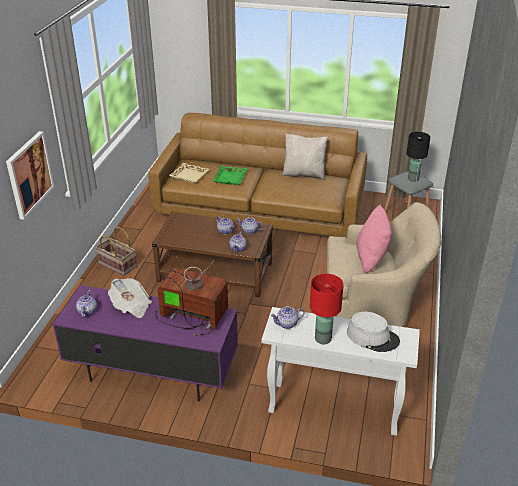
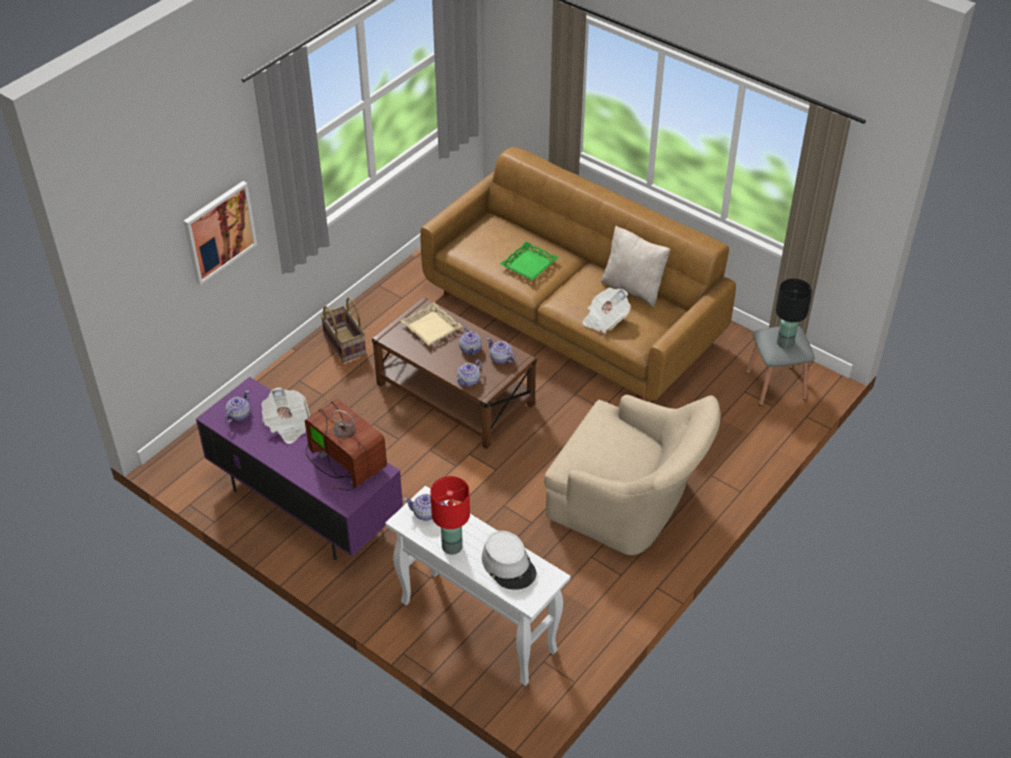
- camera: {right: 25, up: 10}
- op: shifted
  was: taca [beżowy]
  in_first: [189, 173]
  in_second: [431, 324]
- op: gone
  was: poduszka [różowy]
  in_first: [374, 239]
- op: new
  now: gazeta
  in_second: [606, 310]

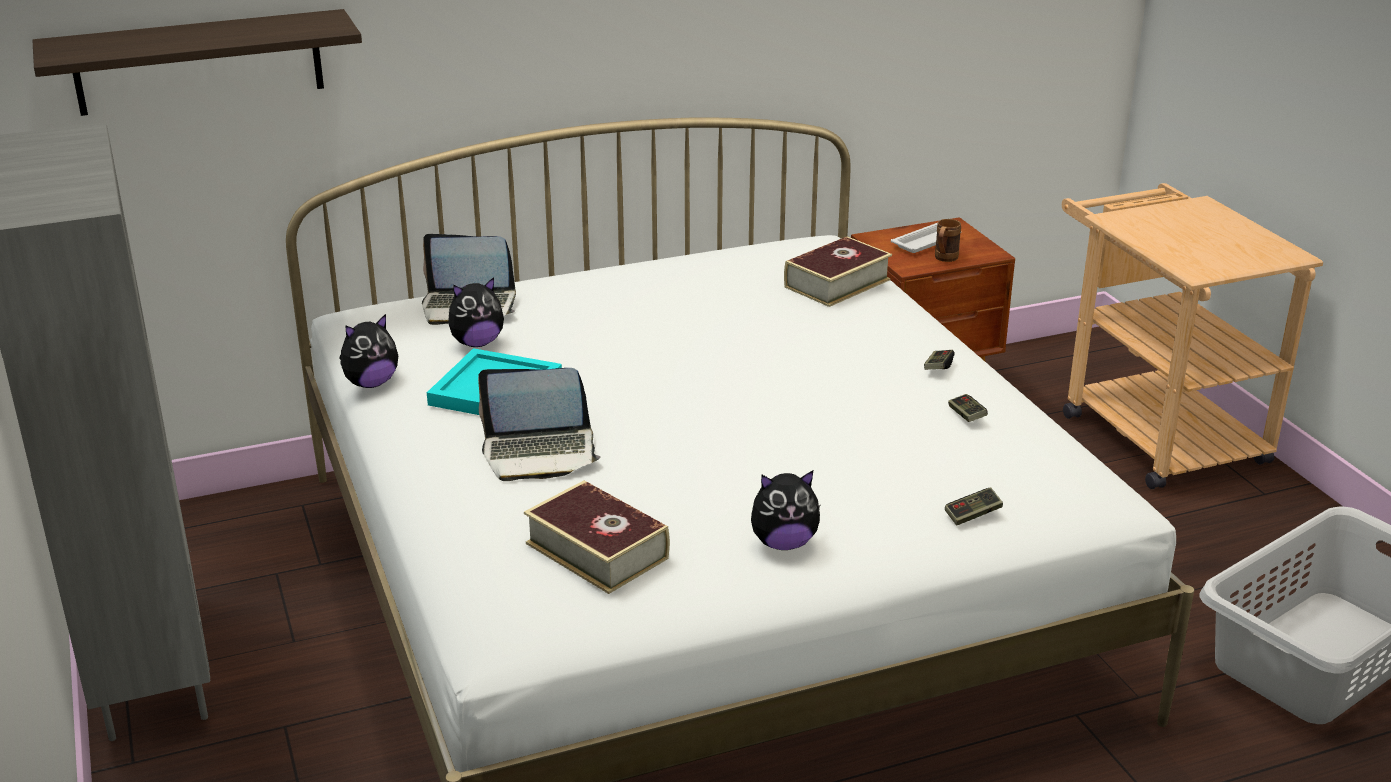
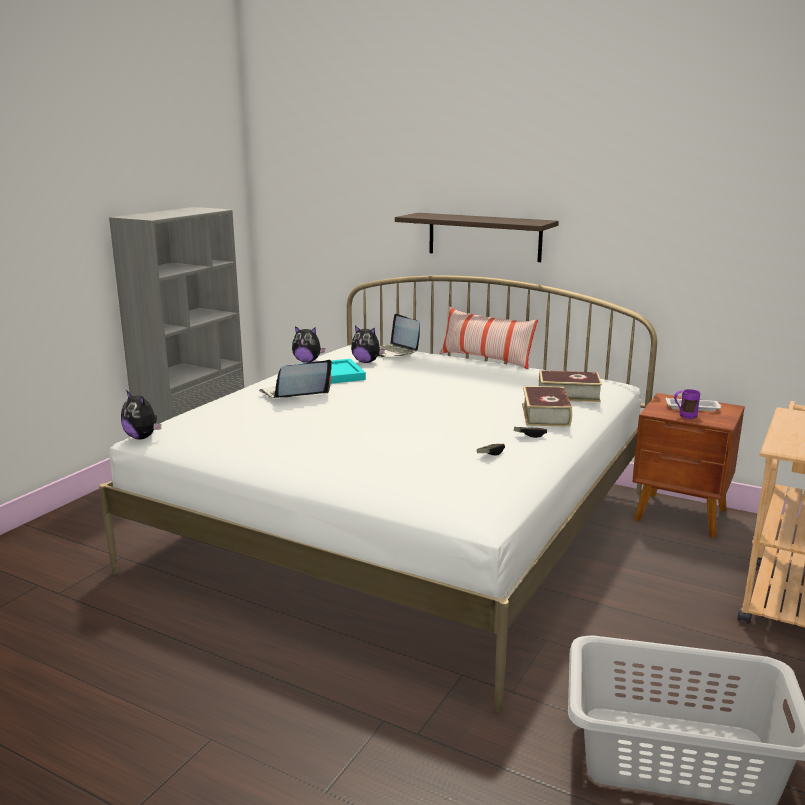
- camera: {right: 50, up: -10}
- op: shifted
  was: półka
  in_first: [197, 62]
  in_second: [477, 237]
- op: repainted
  was: kubek [brązowy]
  now: kubek [fioletowy]
  in_first: [948, 240]
  in_second: [687, 404]
- op: rotated
  was: laptop
  in_first: [539, 424]
  in_second: [295, 379]
  clockwise: 105
- op: shifted
  was: pluszak
  in_first: [786, 510]
  in_second: [141, 414]
- op: shifted
  was: książka
  in_first: [597, 537]
  in_second: [547, 406]
- op: gone
  was: pad do gier
  in_first: [974, 506]
- op: new
  now: poduszka
  in_second: [488, 337]

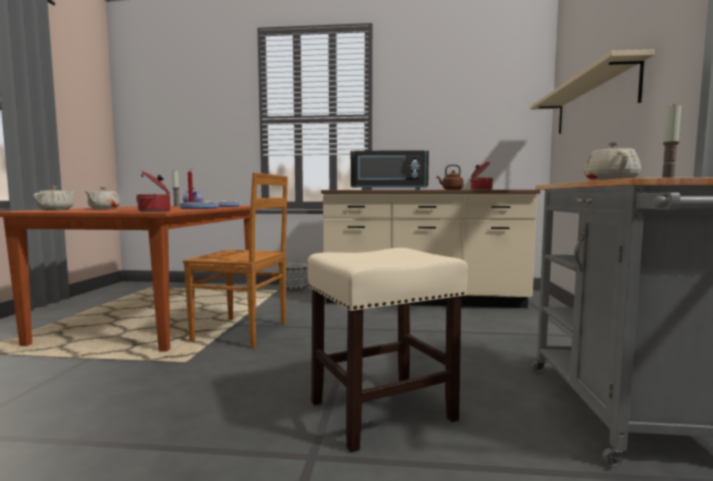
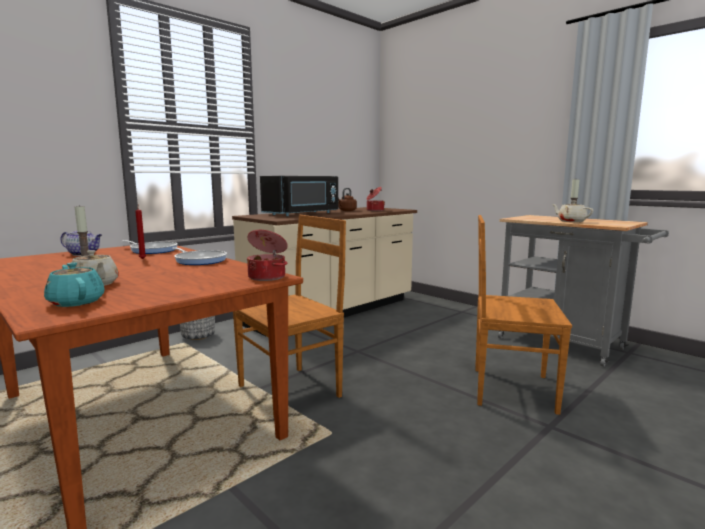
- camera: {right: -50, up: 5}
- op: gone
  was: półka [beżowy]
  in_first: [592, 91]
- op: repainted
  was: imbryk [beżowy]
  now: imbryk [turkusowy]
  in_first: [54, 198]
  in_second: [74, 284]
- op: swapped
  was: stołek [beżowy]
  now: krzesło [brązowy]
  in_first: [388, 350]
  in_second: [523, 315]

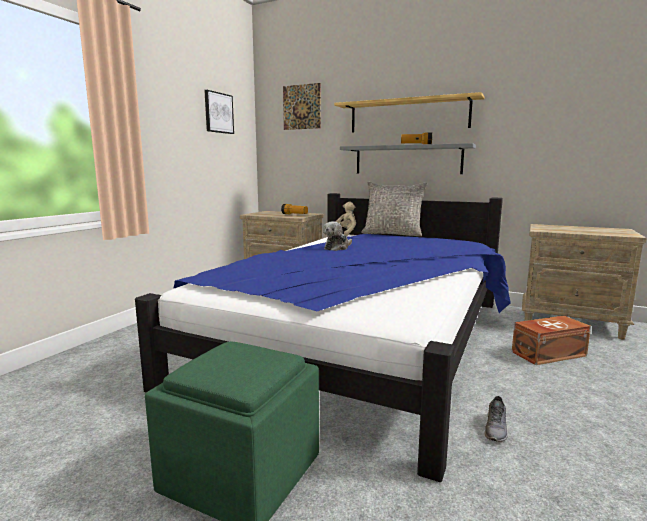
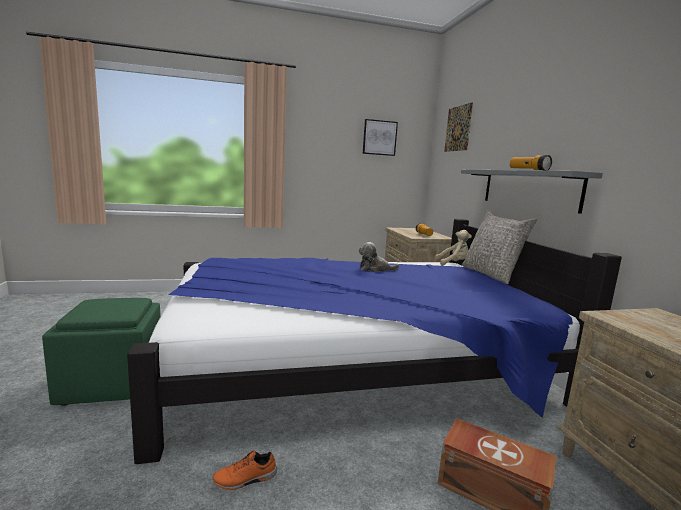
- camera: {right: 50, up: 0}
- op: gone
  was: półka
  in_first: [409, 112]
- op: repainted
  was: but [szary]
  now: but [pomarańczowy]
  in_first: [496, 419]
  in_second: [244, 470]

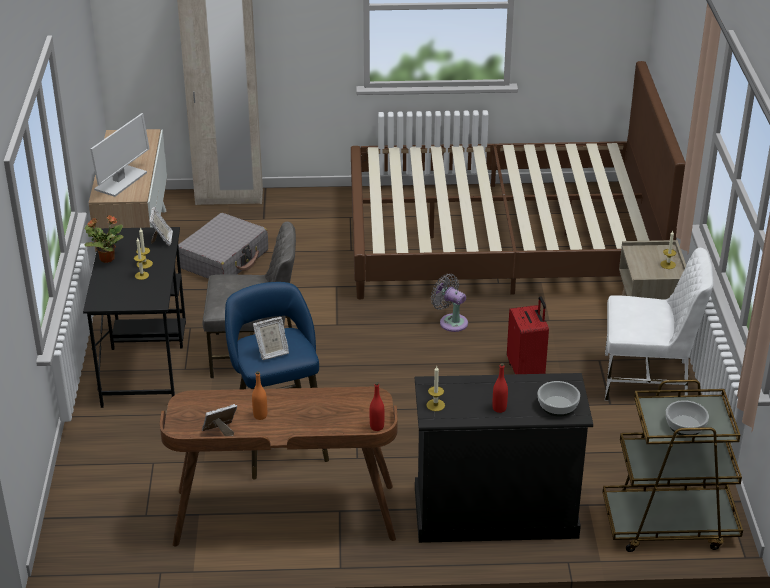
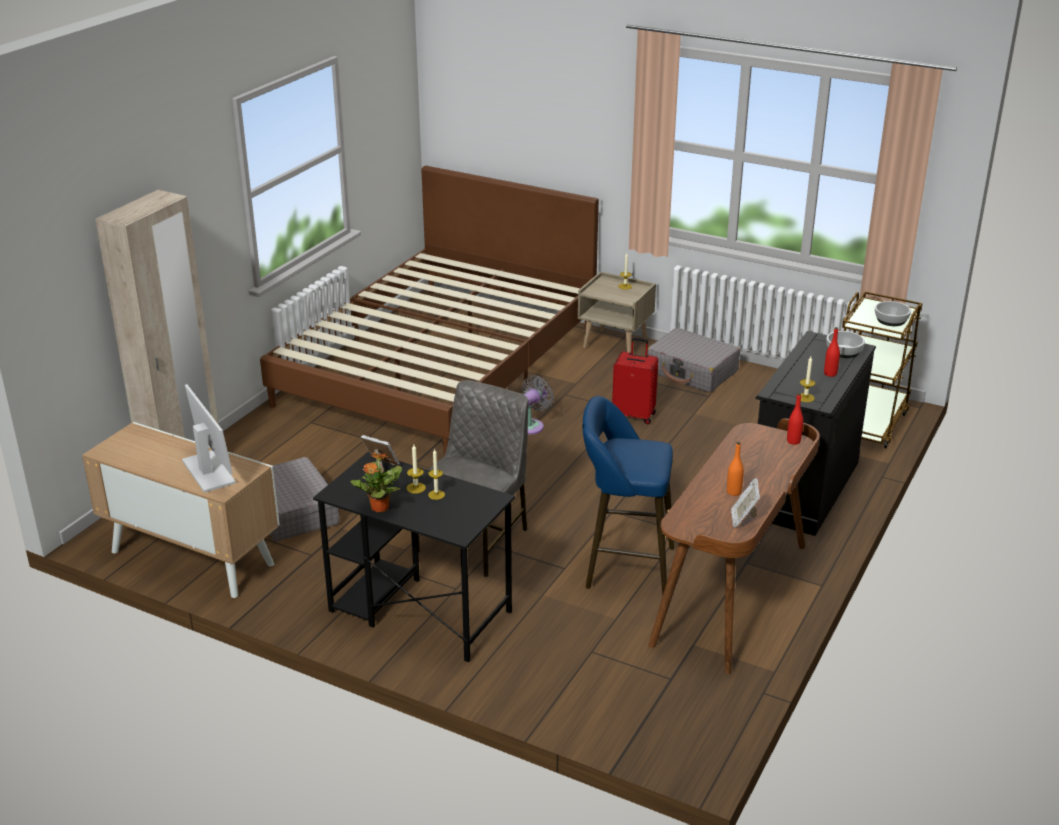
- camera: {right: -60, up: -5}
- op: swapped
  was: krzesło [biały]
  now: walizka [szary]
  in_first: [659, 324]
  in_second: [693, 360]
- op: rotated
  was: wentylator [szary]
  in_first: [449, 303]
  in_second: [538, 405]
  clockwise: 150
- op: gone
  was: ramka na zdjęcie
  in_first: [271, 338]

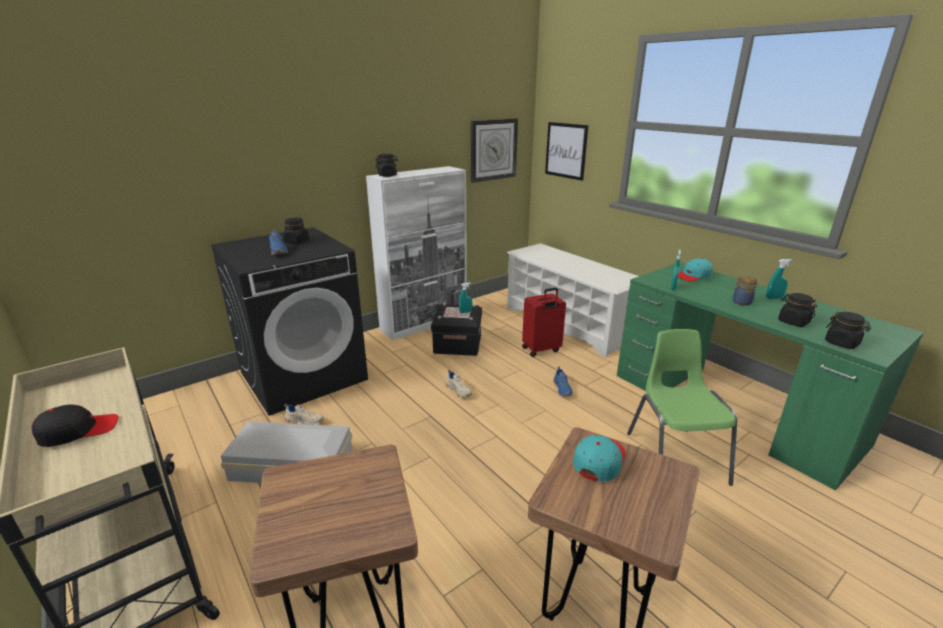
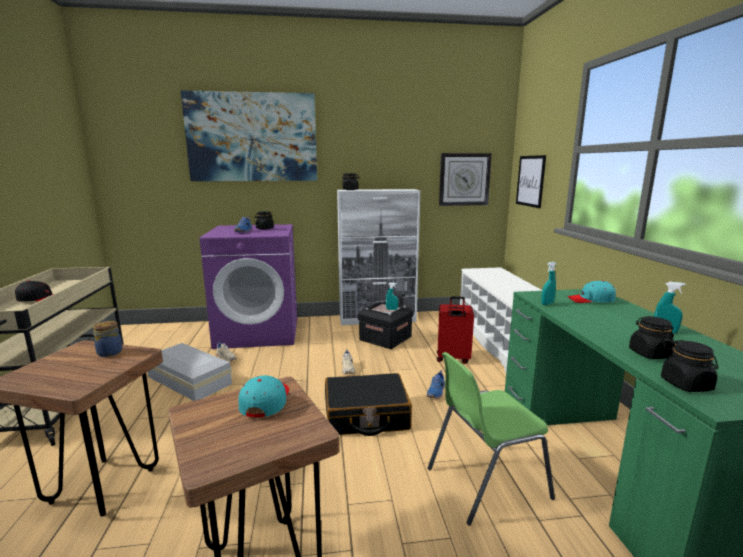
- camera: {right: 30, up: -10}
- op: repainted
  was: pralka [czarny]
  now: pralka [fioletowy]
  in_first: [289, 321]
  in_second: [248, 286]
- op: shifted
  was: słoik
  in_first: [744, 291]
  in_second: [108, 339]
- op: rotated
  was: krzesło [zielony]
  in_first: [682, 407]
  in_second: [491, 439]
  clockwise: -135
- op: rotated
  was: czapka z daszkiem [turkusowy]
  in_first: [599, 458]
  in_second: [263, 396]
  clockwise: -60
- op: new
  now: obraz
  in_second: [249, 135]
- op: new
  now: walizka [czarny]
  in_second: [368, 404]

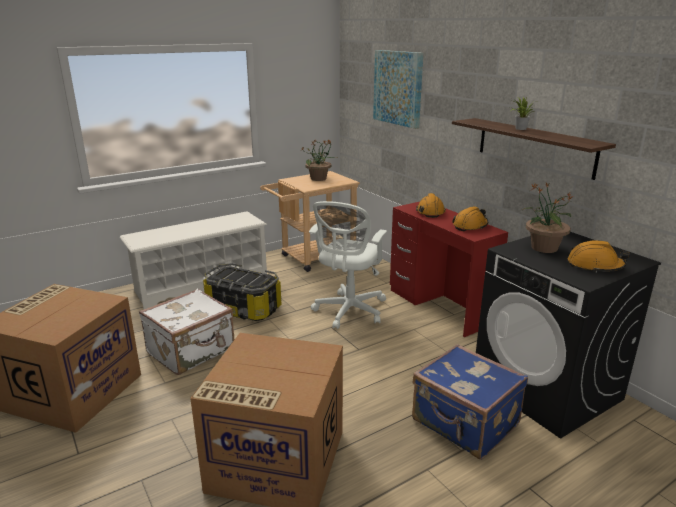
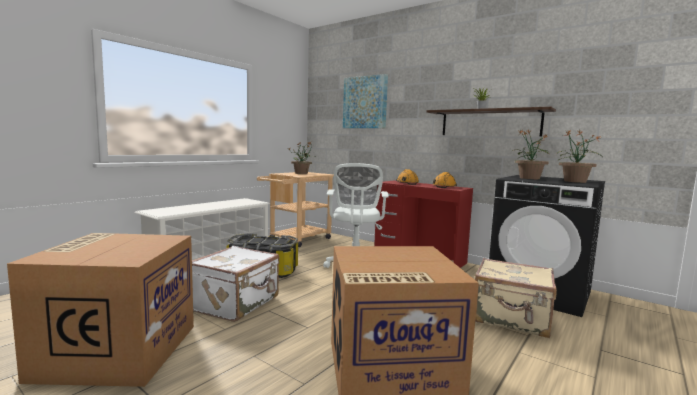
- camera: {right: -20, up: -15}
- op: swapped
  was: kask [pomarańczowy]
  now: roślina doniczkowa
  in_first: [599, 256]
  in_second: [579, 156]
- op: repainted
  was: walizka [niebieski]
  now: walizka [beżowy]
  in_first: [470, 402]
  in_second: [516, 298]

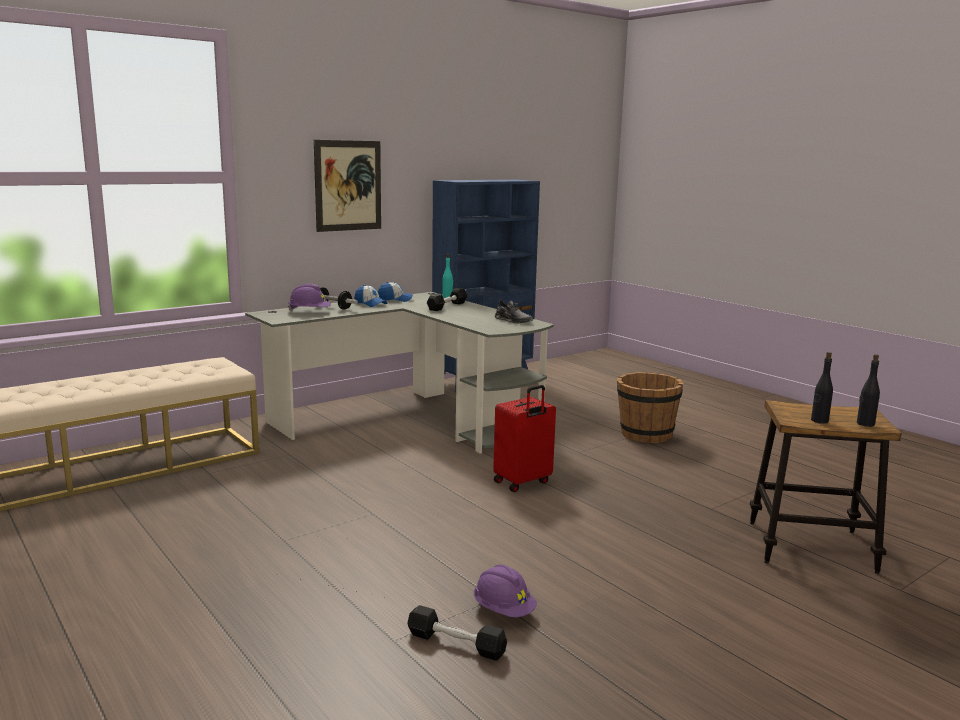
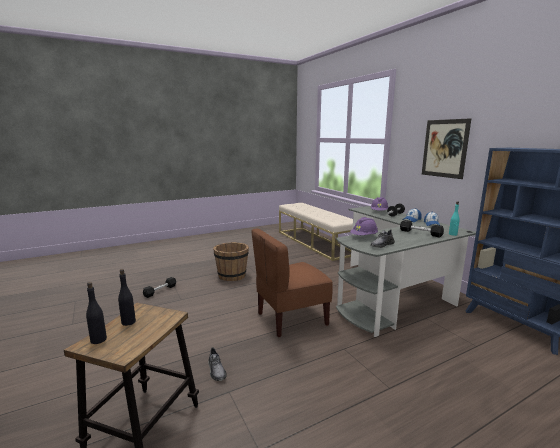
- camera: {right: 100, up: 0}
- op: shifted
  was: wiadro [brązowy]
  in_first: [650, 407]
  in_second: [231, 261]
- op: swapped
  was: walizka [czerwony]
  now: krzesło [brązowy]
  in_first: [524, 438]
  in_second: [292, 282]
- op: shifted
  was: kask [fioletowy]
  in_first: [505, 591]
  in_second: [364, 226]
- op: new
  now: but [szary]
  in_second: [217, 364]

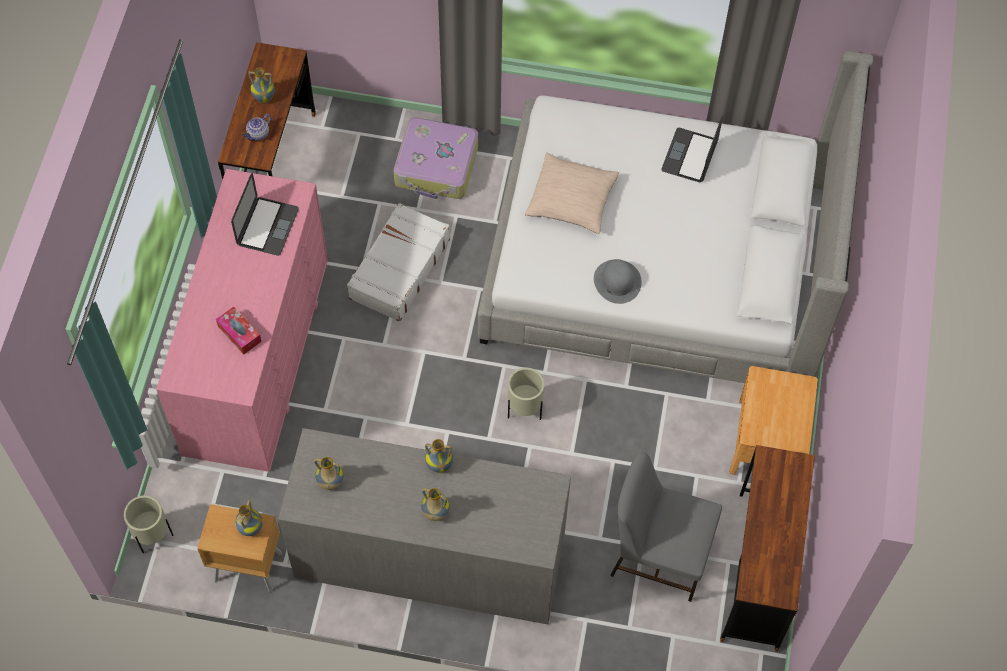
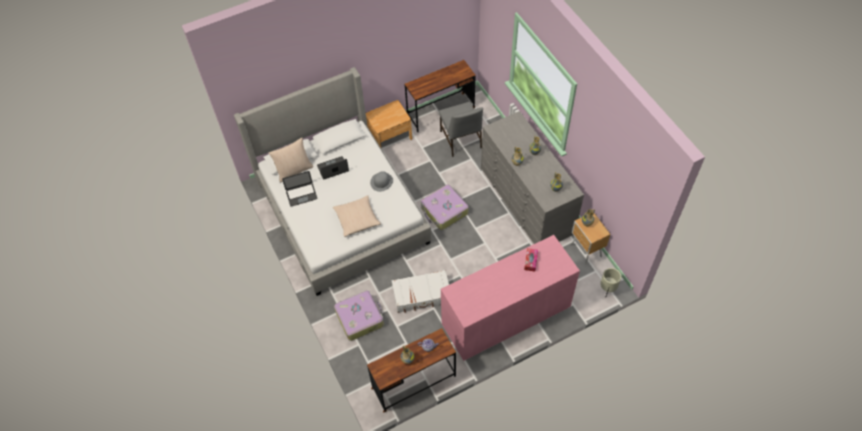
- camera: {right: -125, up: -5}
- op: shifted
  was: laptop
  in_first: [265, 214]
  in_second: [333, 167]
- op: swapped
  was: donica [beżowy]
  now: walizka
  in_first: [526, 394]
  in_second: [444, 207]
- op: new
  now: poduszka [beżowy]
  in_second: [291, 160]

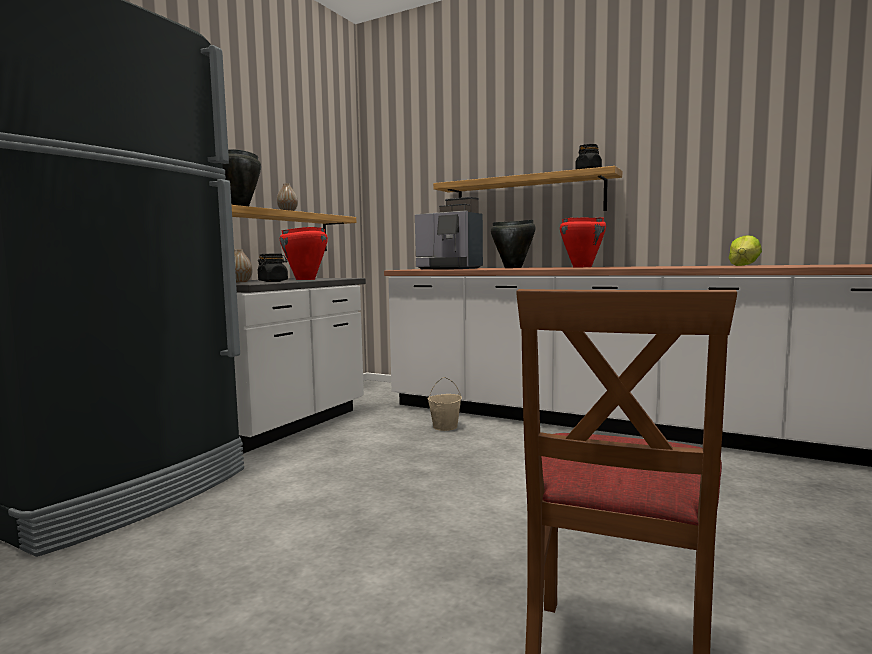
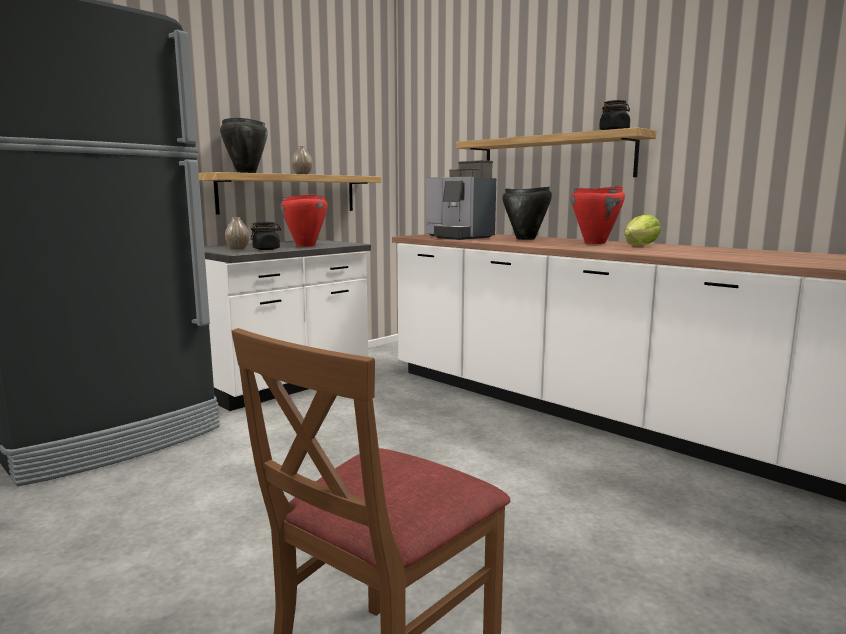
- camera: {right: 15, up: 5}
- op: shifted
  was: sałata
  in_first: [745, 250]
  in_second: [642, 230]
- op: gone
  was: wiadro [beżowy]
  in_first: [445, 404]

